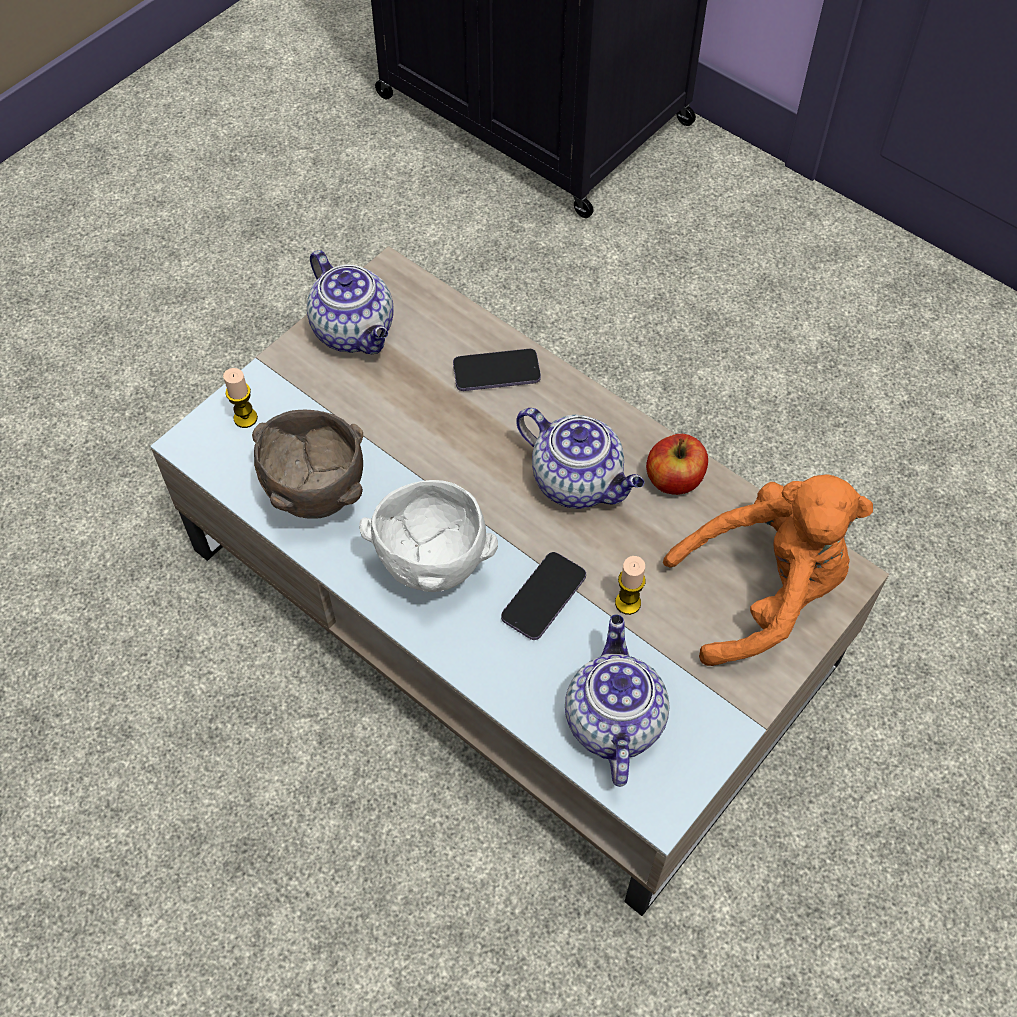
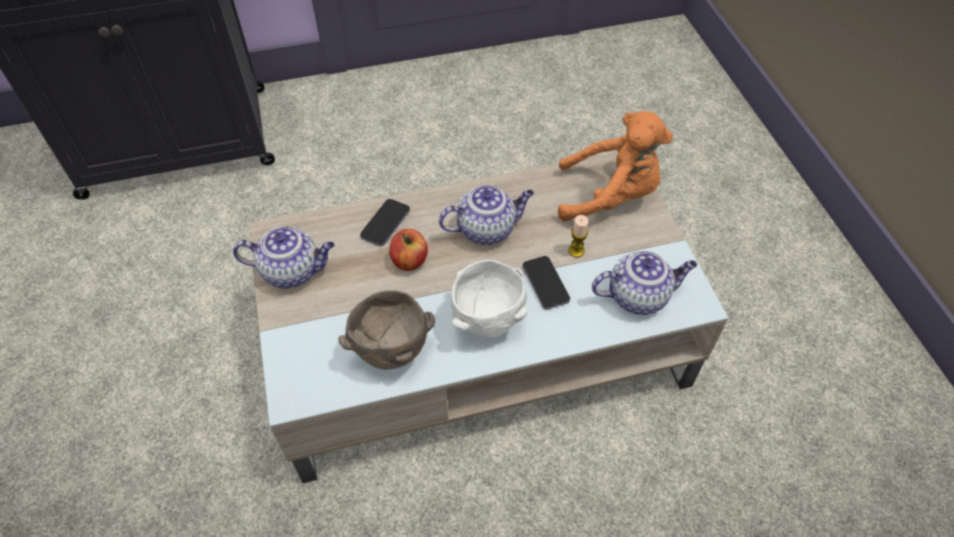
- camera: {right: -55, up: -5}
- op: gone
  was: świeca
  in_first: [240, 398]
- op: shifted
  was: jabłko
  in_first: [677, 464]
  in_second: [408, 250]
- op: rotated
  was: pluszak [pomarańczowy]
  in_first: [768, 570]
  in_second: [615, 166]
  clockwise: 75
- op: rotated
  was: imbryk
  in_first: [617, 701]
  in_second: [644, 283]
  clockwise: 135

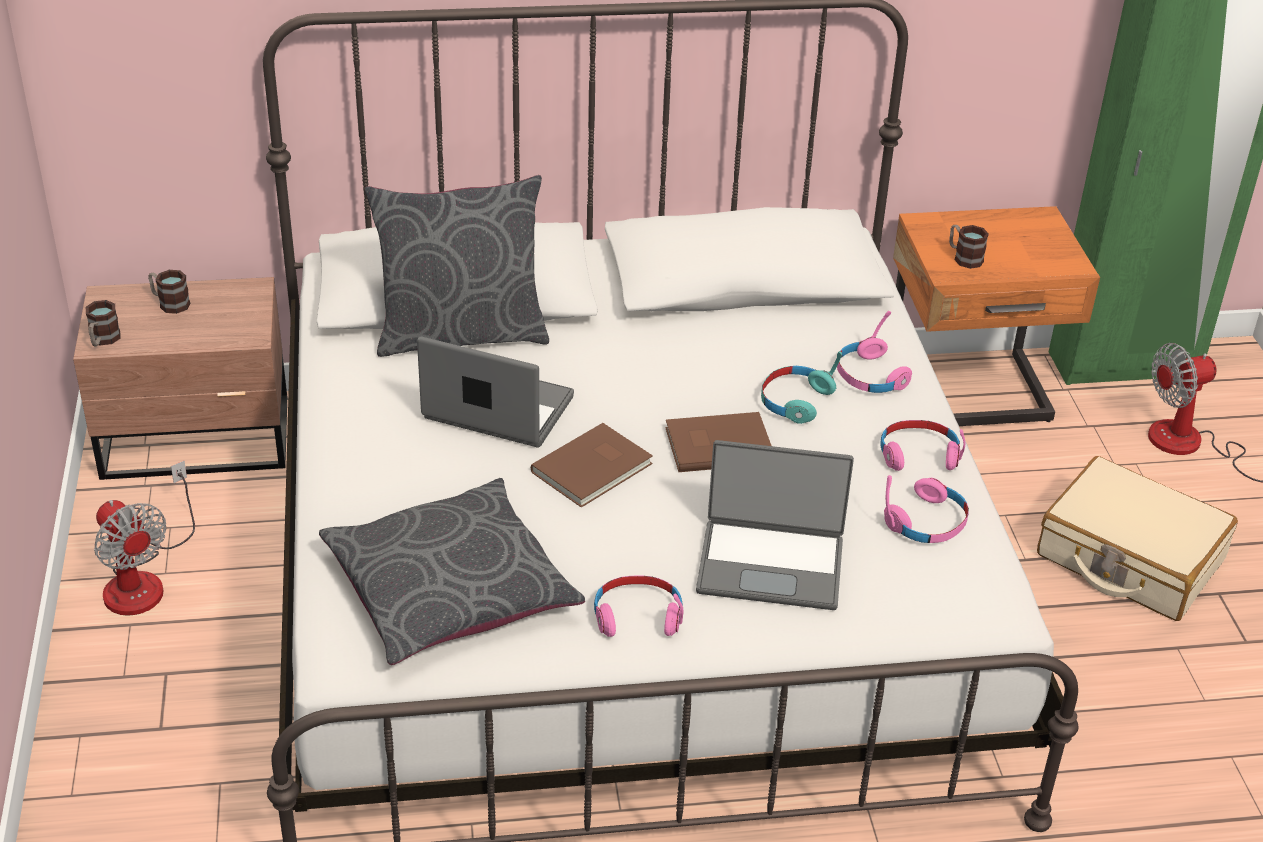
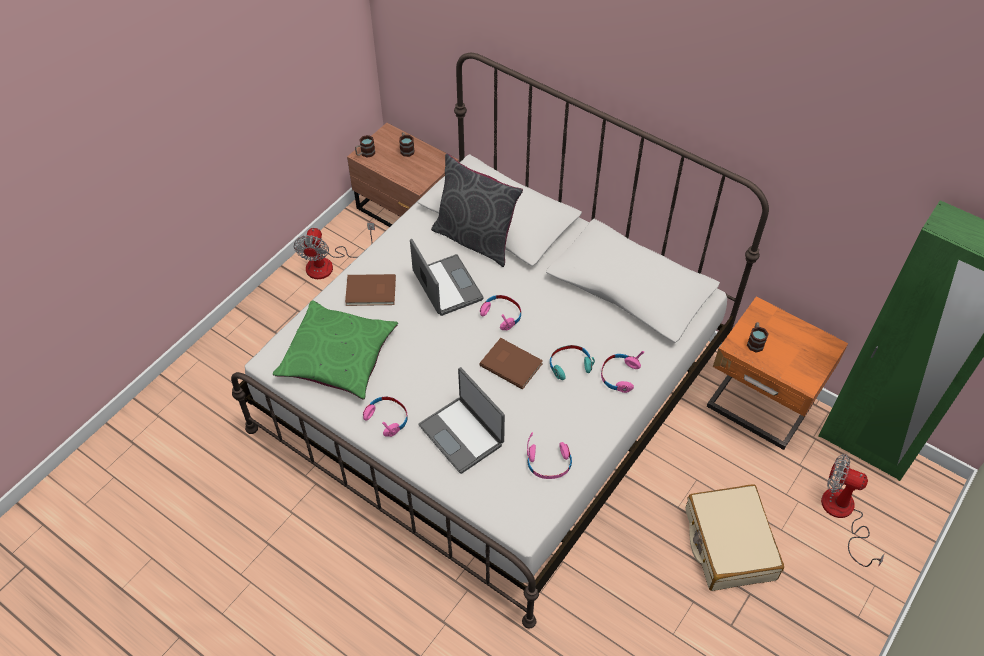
- camera: {right: 45, up: 15}
- op: shifted
  was: słuchawki [różowy]
  in_first: [922, 445]
  in_second: [500, 313]
- op: shifted
  was: książka [brązowy]
  in_first: [592, 465]
  in_second: [370, 290]
- op: repainted
  was: poduszka [szary]
  now: poduszka [zielony]
  in_first: [452, 571]
  in_second: [335, 350]

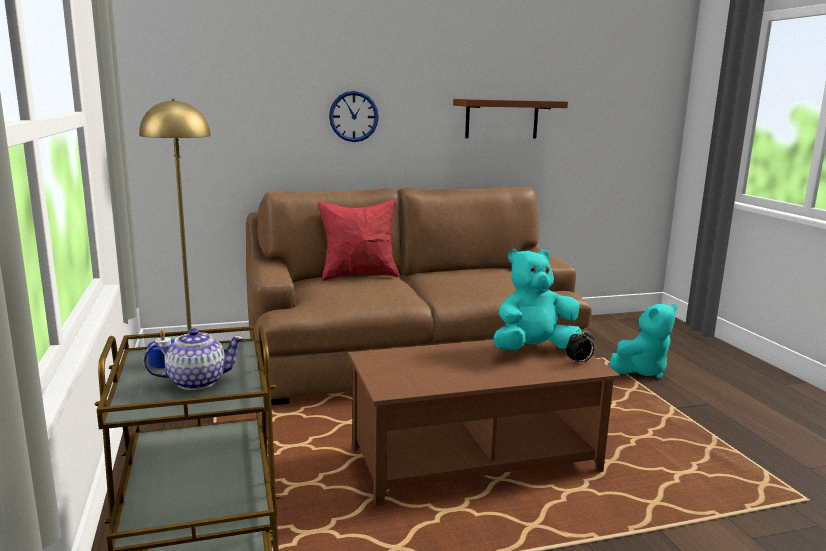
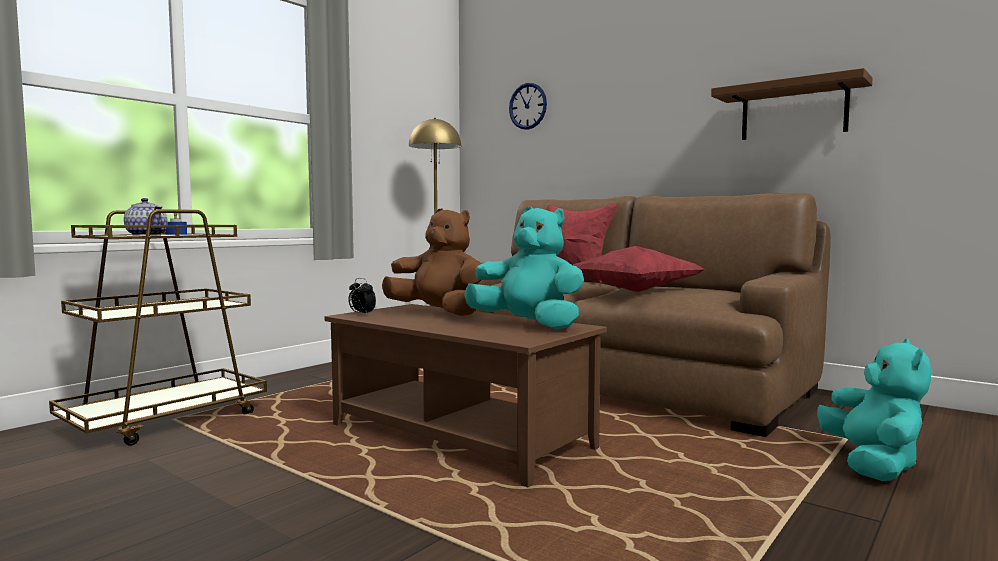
- camera: {right: 55, up: -10}
- op: shifted
  was: zegar ścienny
  in_first: [354, 116]
  in_second: [528, 106]
- op: rotated
  was: pluszak [turkusowy]
  in_first: [644, 341]
  in_second: [874, 410]
  clockwise: -105
- op: shifted
  was: budzik
  in_first: [580, 346]
  in_second: [362, 296]
- op: new
  now: pluszak [brązowy]
  in_second: [432, 262]
- op: new
  now: poduszka [czerwony]
  in_second: [639, 269]

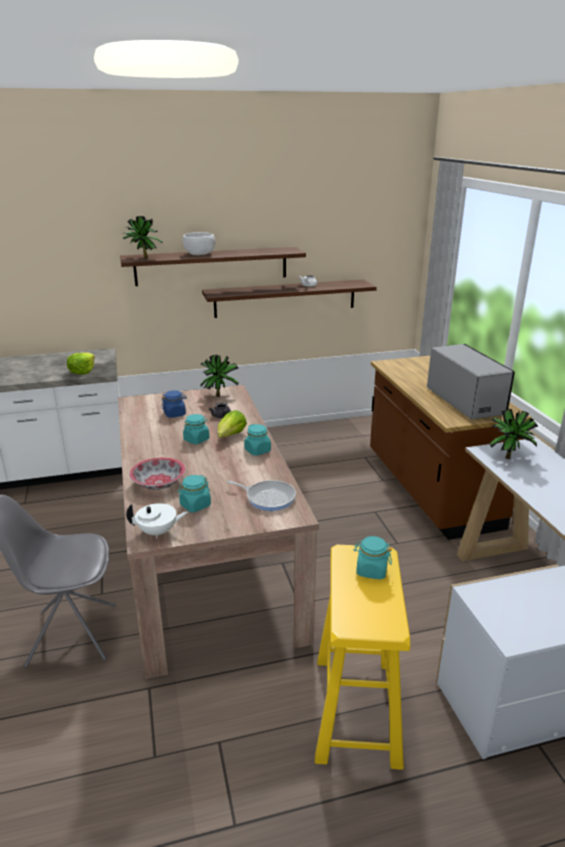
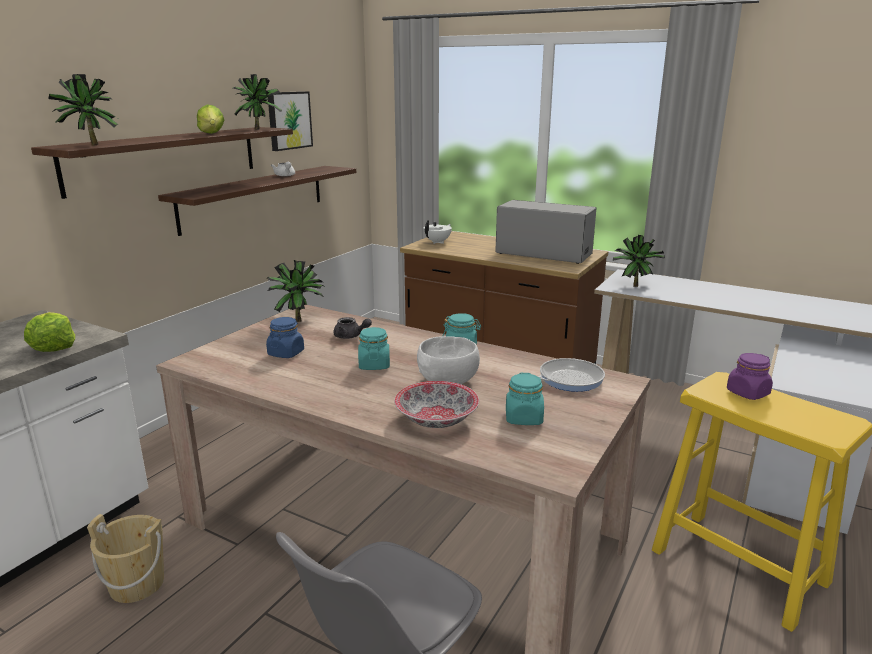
- camera: {right: -45, up: -5}
- op: shifted
  was: miska [biały]
  in_first: [199, 243]
  in_second: [448, 360]
- op: shifted
  was: sałata
  in_first: [232, 424]
  in_second: [211, 119]
- op: shifted
  was: imbryk [biały]
  in_first: [157, 521]
  in_second: [437, 232]
- op: repainted
  was: słoik [turkusowy]
  now: słoik [fioletowy]
  in_first: [373, 557]
  in_second: [750, 376]
- op: new
  now: roślina doniczkowa
  in_second: [257, 102]
- op: new
  now: obraz
  in_second: [290, 121]
- op: new
  now: wiadro [beżowy]
  in_second: [125, 558]

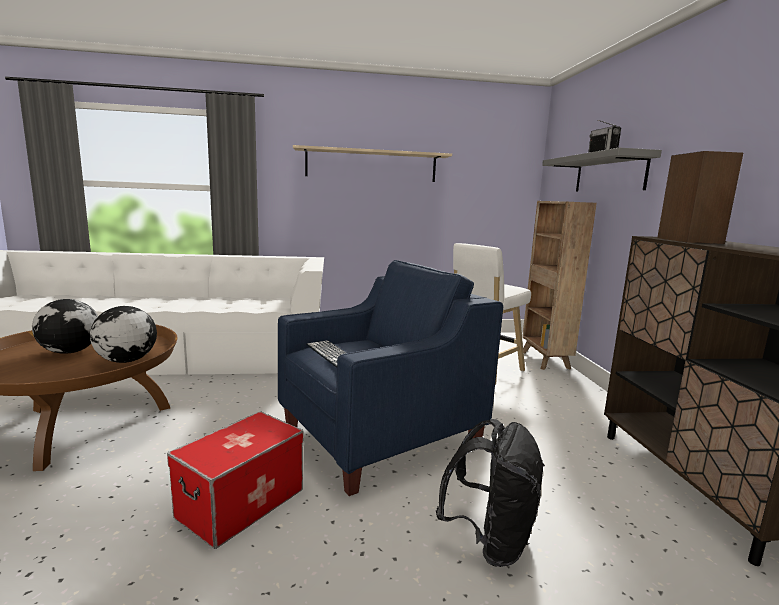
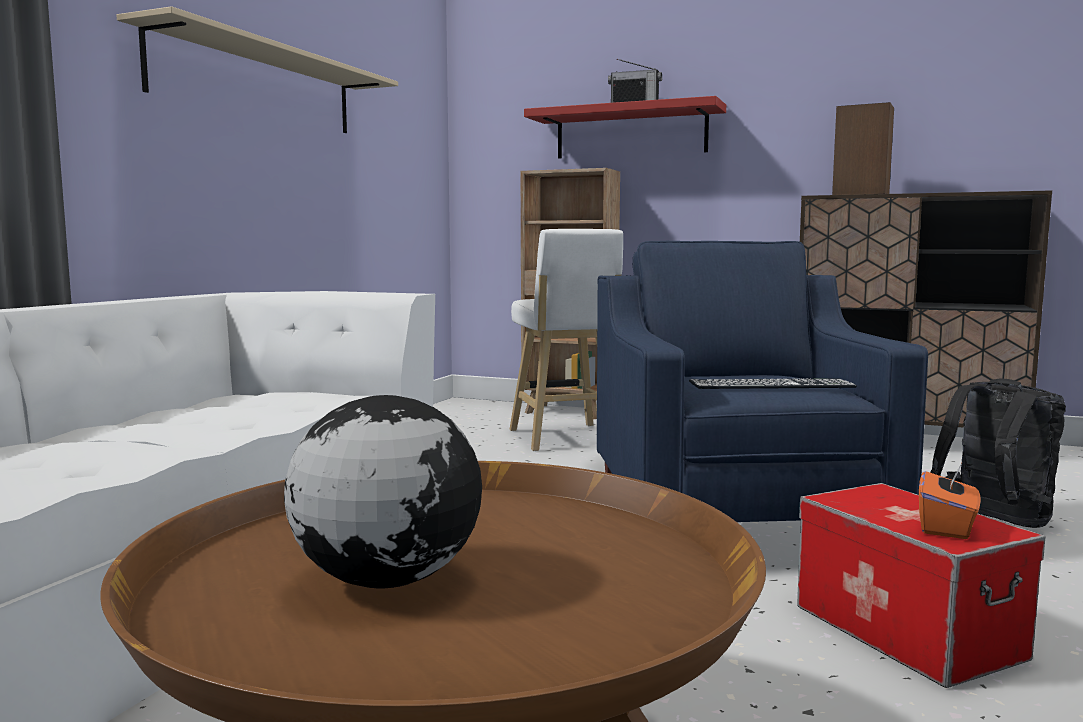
- camera: {right: -60, up: -5}
- op: repainted
  was: półka [szary]
  now: półka [czerwony]
  in_first: [602, 169]
  in_second: [625, 127]
- op: gone
  was: globus
  in_first: [123, 334]
- op: new
  now: pudełko chusteczek [pomarańczowy]
  in_second: [949, 501]

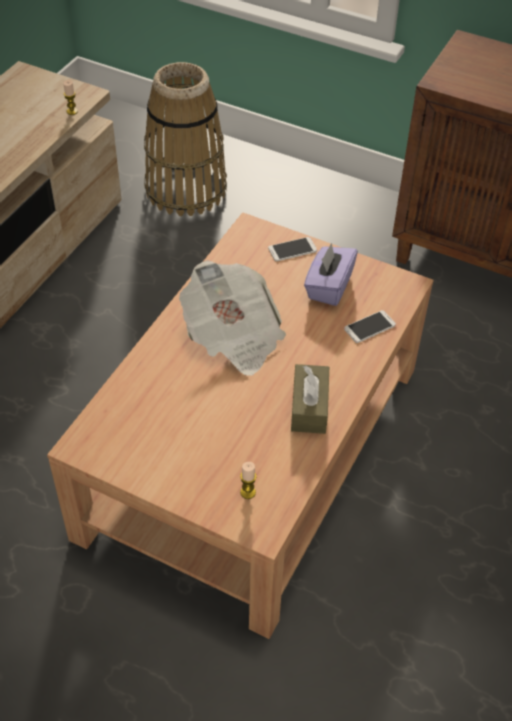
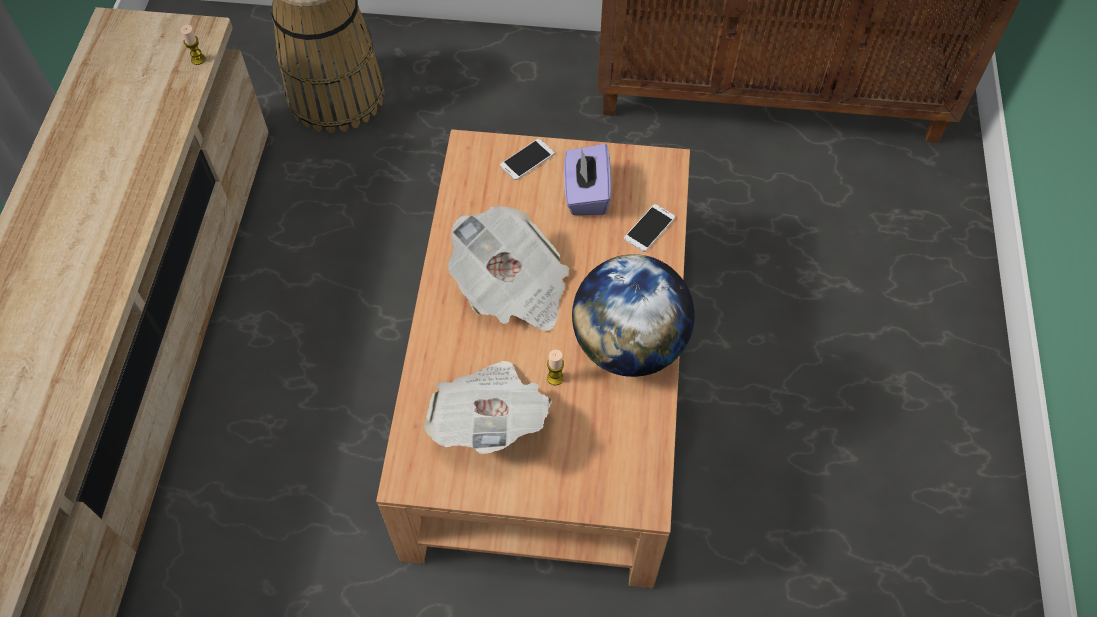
- camera: {right: -20, up: 10}
- op: swapped
  was: pudełko chusteczek [brązowy]
  now: globus
  in_first: [310, 399]
  in_second: [633, 315]
- op: shifted
  was: świeca
  in_first: [248, 480]
  in_second: [555, 368]
- op: new
  now: gazeta
  in_second: [488, 407]

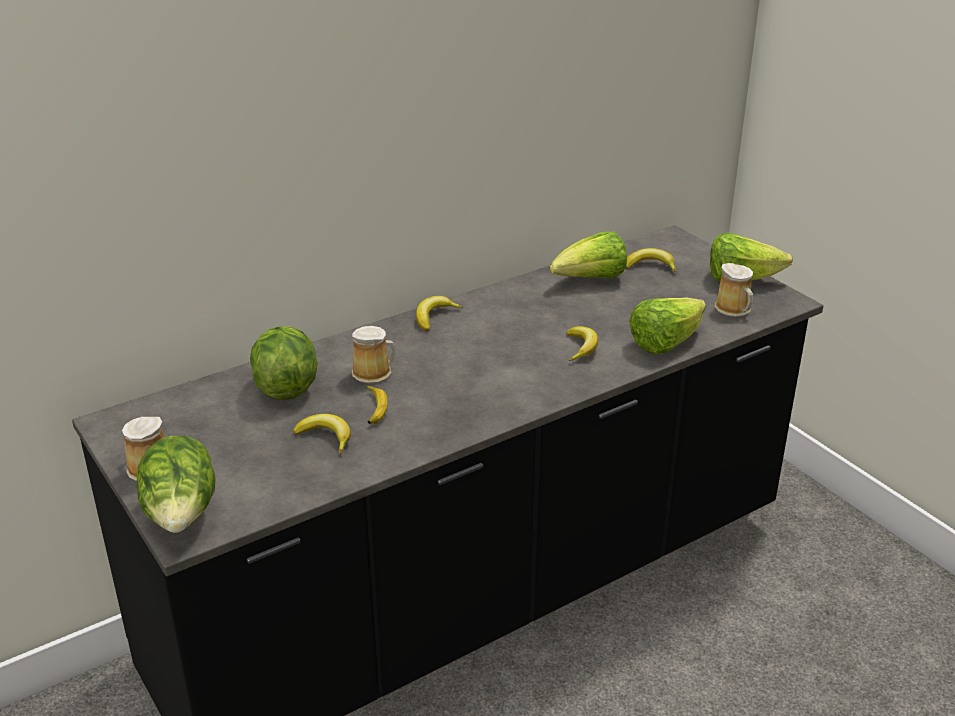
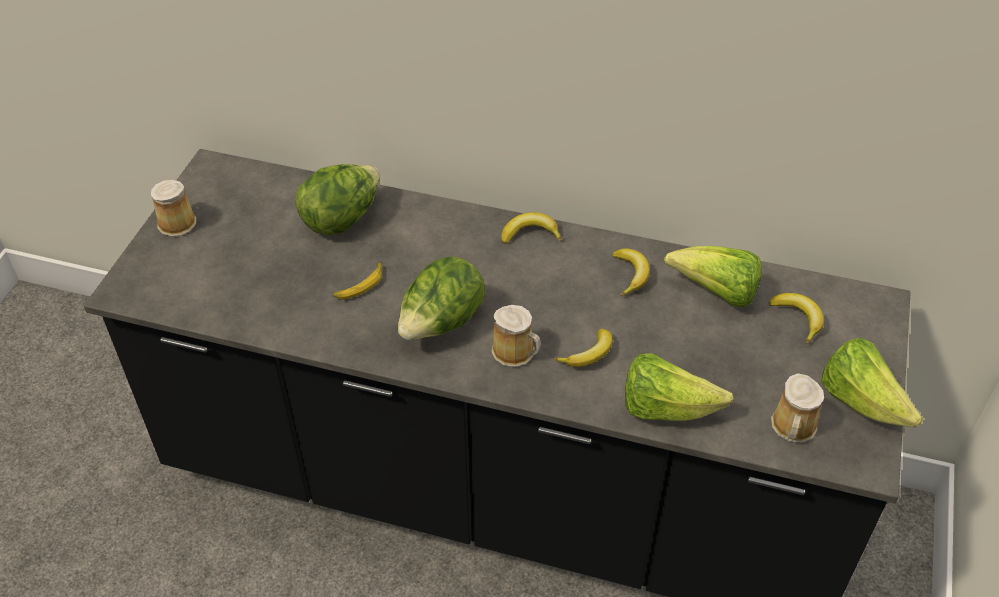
- camera: {right: 50, up: 15}
- op: shifted
  was: kubek
  in_first: [374, 355]
  in_second: [516, 336]
- op: shifted
  was: banan
  in_first: [322, 434]
  in_second: [631, 272]
- op: shifted
  was: sałata
  in_first: [176, 484]
  in_second: [441, 298]

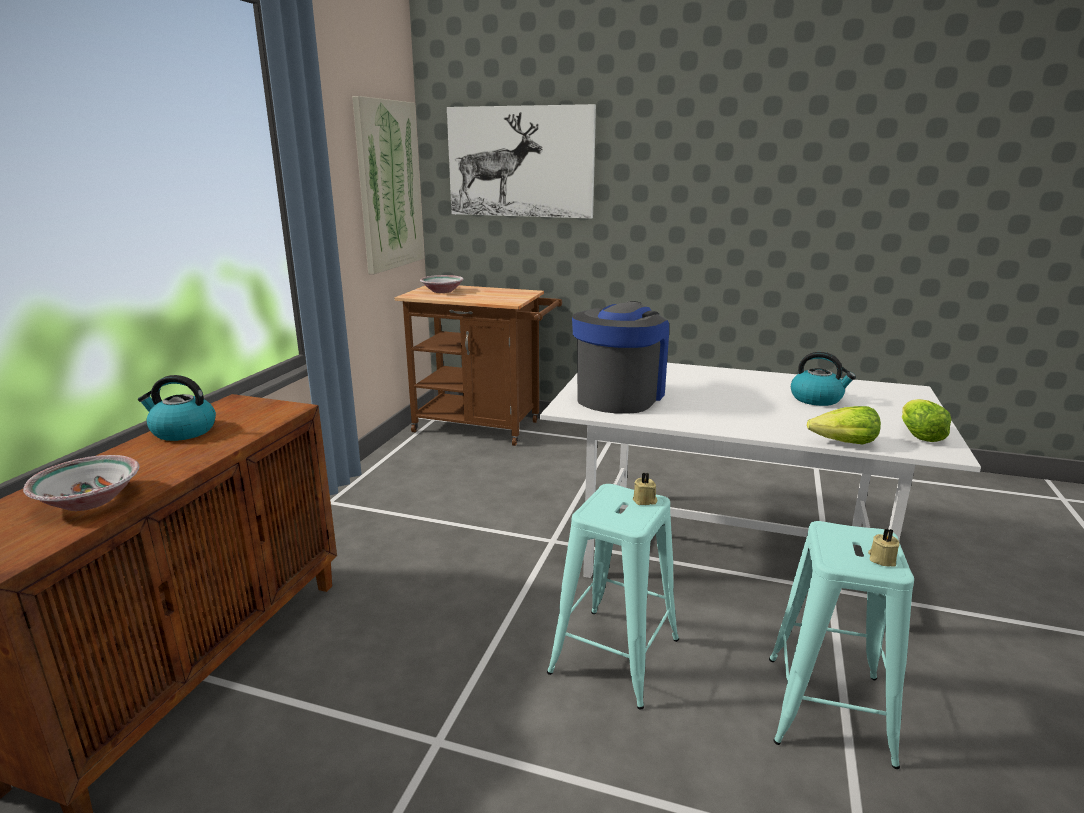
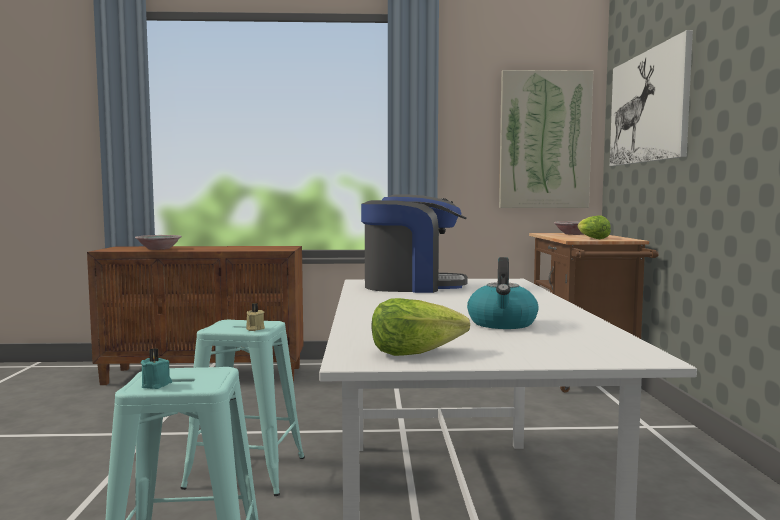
- camera: {right: 70, up: -15}
- op: gone
  was: czajnik
  in_first: [177, 408]
- op: shifted
  was: sałata
  in_first: [844, 425]
  in_second: [594, 227]
- op: repainted
  was: świeca [beżowy]
  now: świeca [turkusowy]
  in_first: [883, 547]
  in_second: [156, 368]

